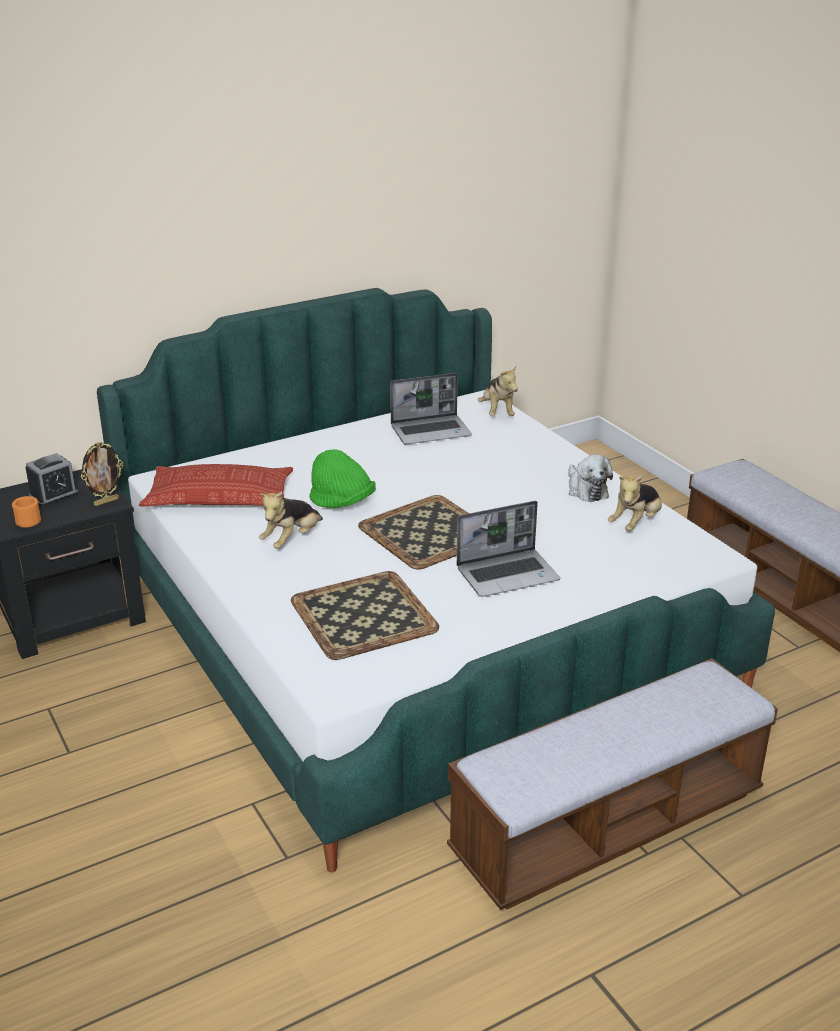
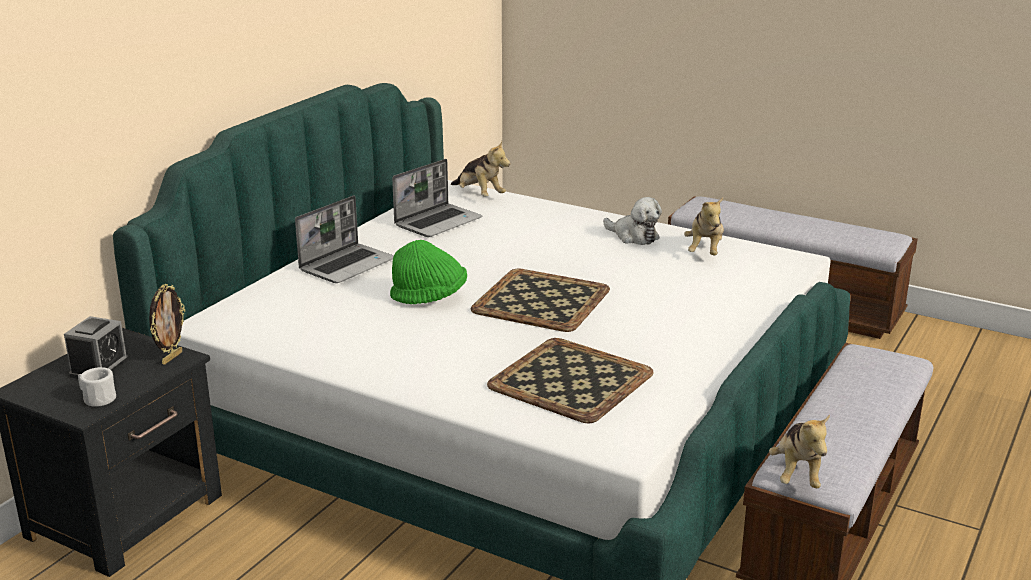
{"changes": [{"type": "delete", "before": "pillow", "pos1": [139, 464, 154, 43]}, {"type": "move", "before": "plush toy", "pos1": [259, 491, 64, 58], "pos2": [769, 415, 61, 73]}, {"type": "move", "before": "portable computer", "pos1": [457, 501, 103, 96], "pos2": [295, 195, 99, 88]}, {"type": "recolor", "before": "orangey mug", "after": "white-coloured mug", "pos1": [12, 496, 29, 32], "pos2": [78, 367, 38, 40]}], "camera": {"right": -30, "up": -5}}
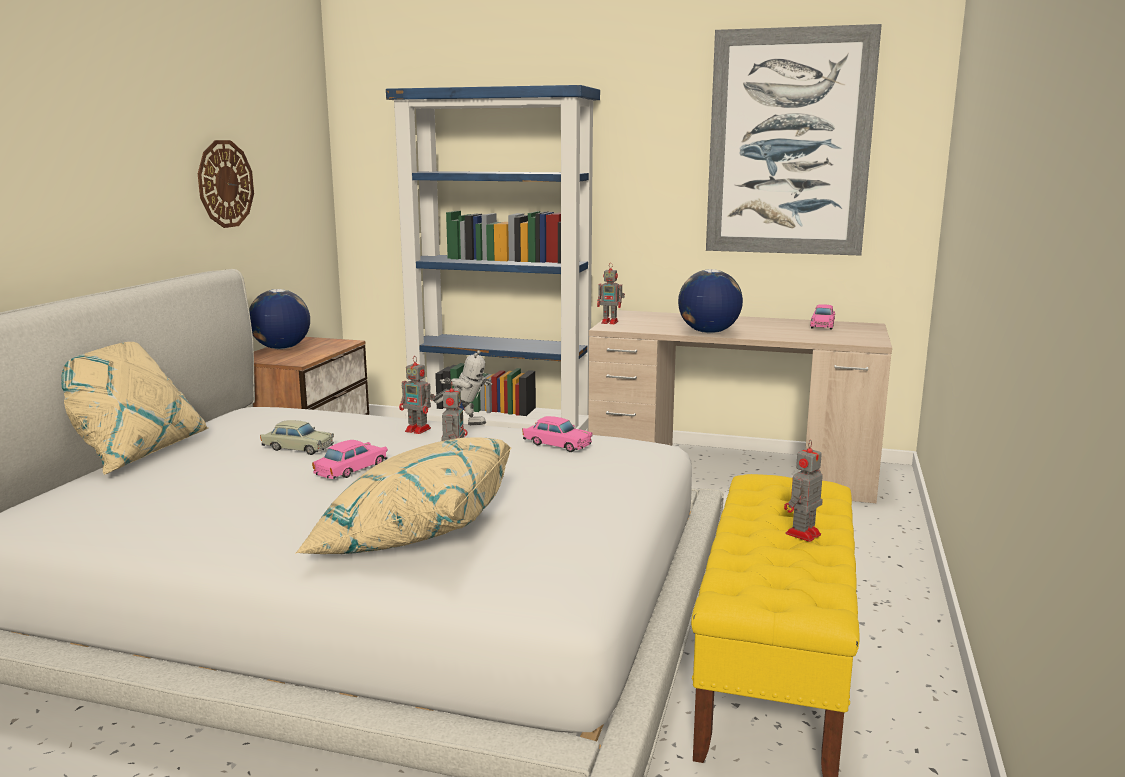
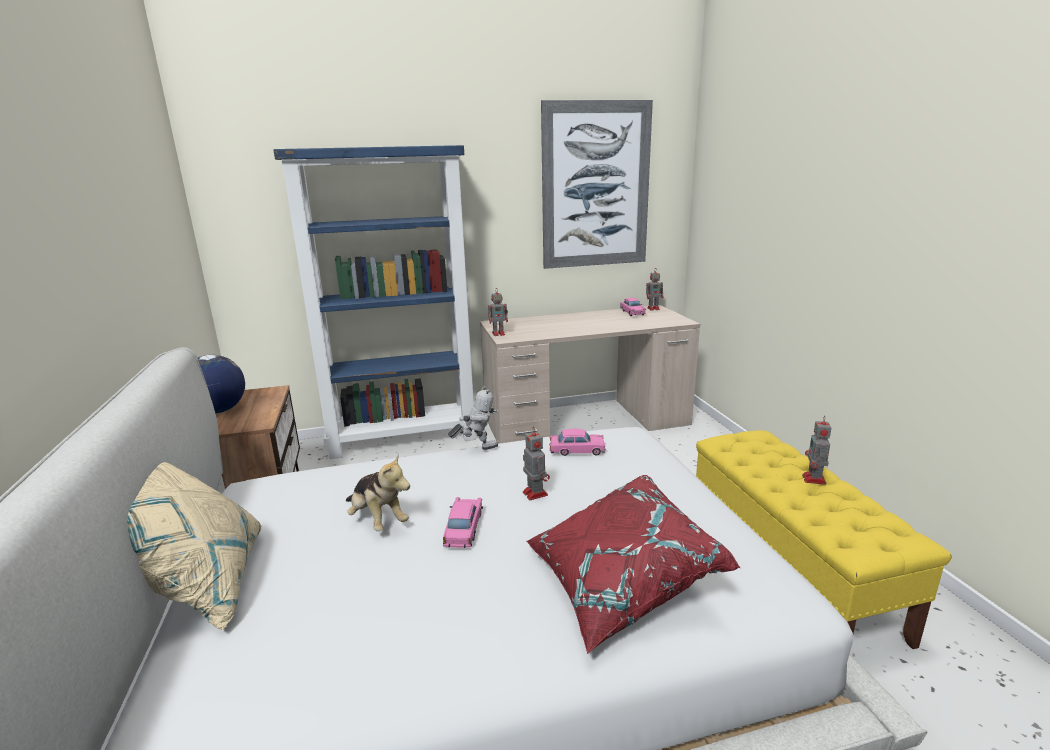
{"changes": [{"type": "delete", "before": "wall clock", "pos1": [198, 140, 56, 88]}, {"type": "delete", "before": "world globe", "pos1": [678, 269, 65, 64]}, {"type": "move", "before": "model robot", "pos1": [399, 356, 36, 78], "pos2": [646, 269, 17, 41]}, {"type": "replace", "before": "sand-coloured toy car", "after": "plush toy", "pos1": [260, 420, 74, 35], "pos2": [346, 454, 64, 77]}, {"type": "recolor", "before": "sand-coloured pillow", "after": "reddish pillow", "pos1": [295, 437, 216, 117], "pos2": [527, 475, 213, 179]}], "camera": {"right": -30, "up": 5}}
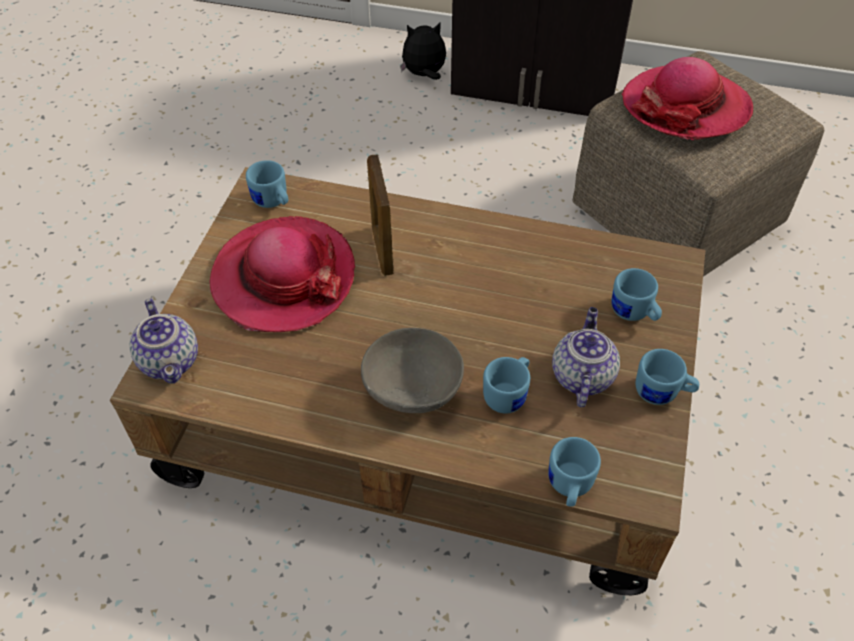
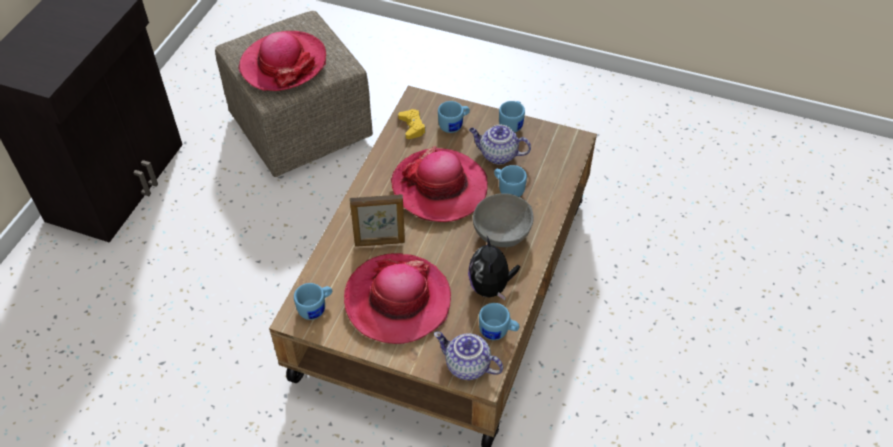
{"changes": [{"type": "insert", "after": "clothing hat", "pos2": [391, 146, 97, 76]}, {"type": "insert", "after": "yellow-coloured joypad", "pos2": [398, 109, 28, 30]}, {"type": "move", "before": "plush toy", "pos1": [400, 23, 46, 57], "pos2": [468, 236, 52, 64]}, {"type": "move", "before": "bluish mug", "pos1": [548, 437, 53, 70], "pos2": [479, 303, 40, 37]}, {"type": "rotate", "before": "teapot", "pos1": [129, 299, 69, 85], "pos2": [434, 332, 69, 48], "turn": -135}], "camera": {"right": -85, "up": 0}}
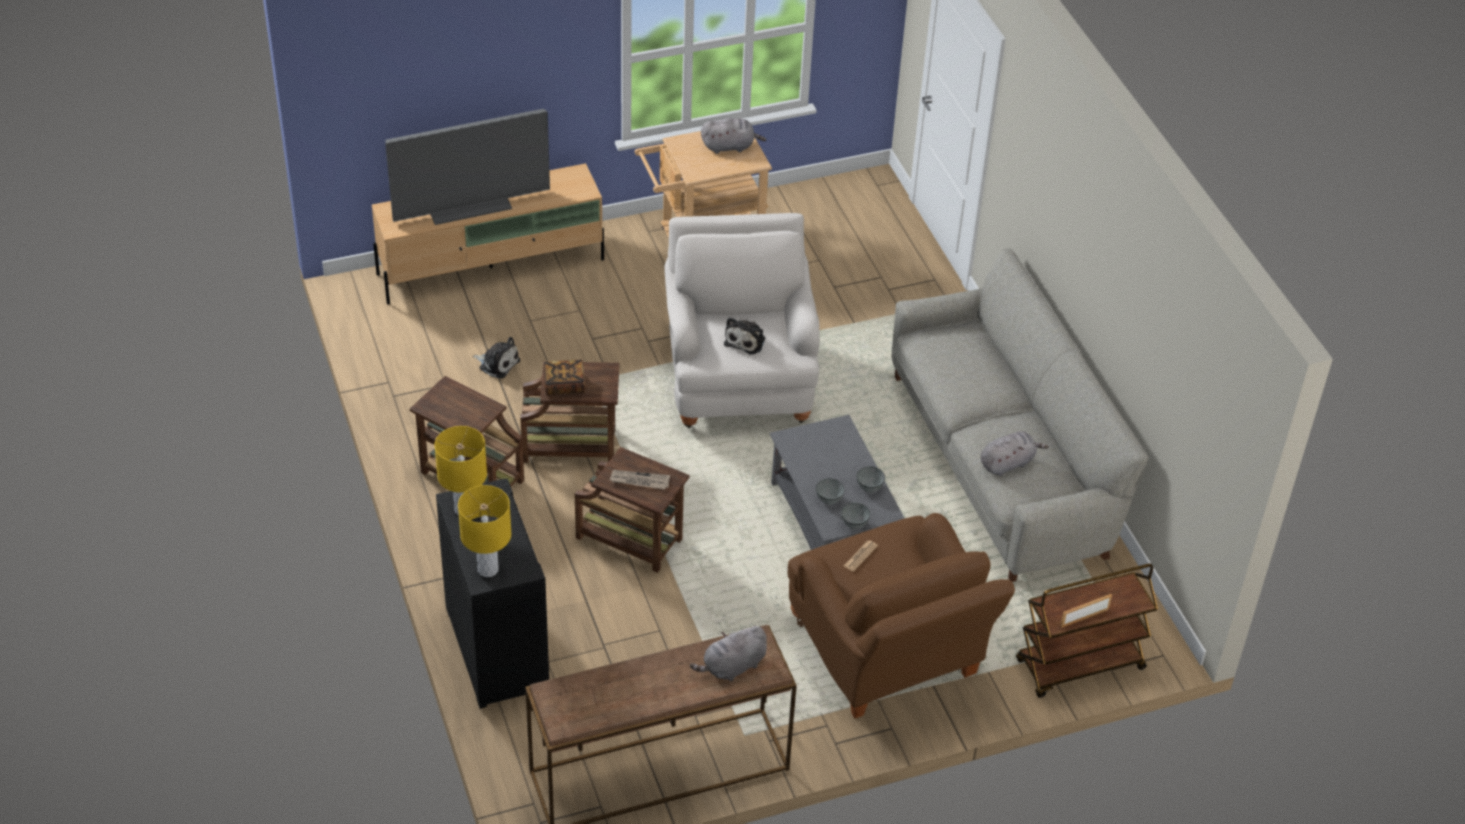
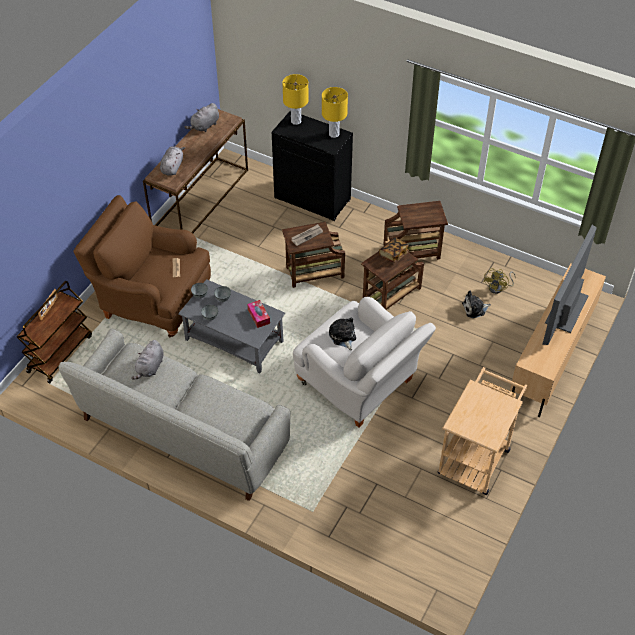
{"changes": [{"type": "insert", "after": "tissue holder", "pos2": [247, 300, 23, 28]}, {"type": "insert", "after": "yellow-coloured cooling fan", "pos2": [484, 268, 32, 26]}, {"type": "move", "before": "gray plush toy", "pos1": [701, 118, 65, 36], "pos2": [185, 103, 34, 29]}], "camera": {"right": 140, "up": 5}}
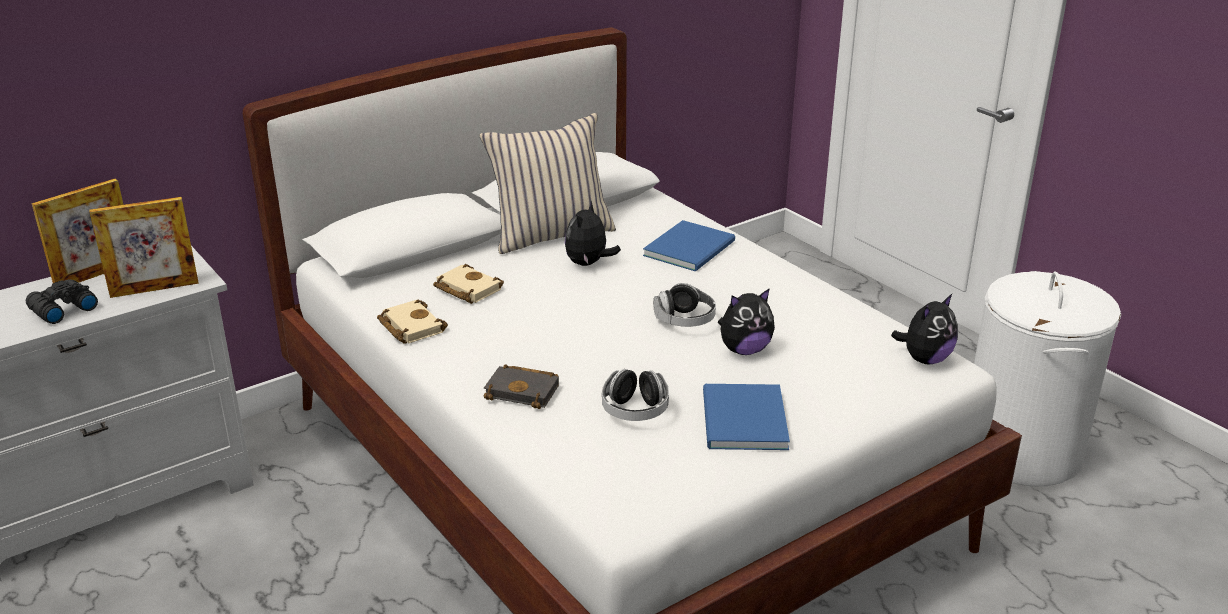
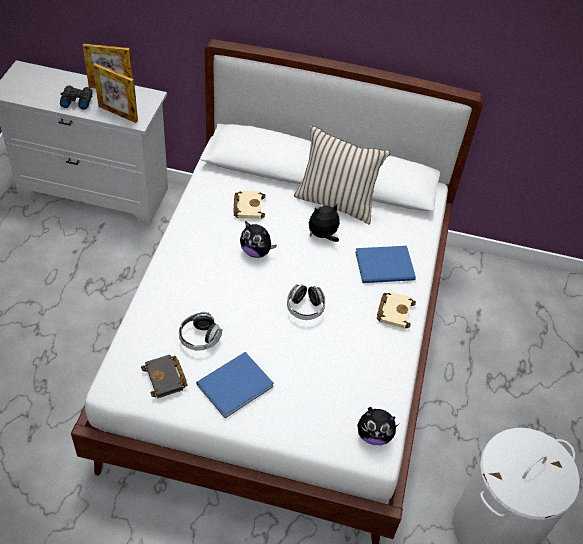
{"changes": [{"type": "move", "before": "sand-coloured volume", "pos1": [377, 300, 71, 44], "pos2": [377, 291, 39, 38]}, {"type": "move", "before": "blackish volume", "pos1": [484, 364, 75, 45], "pos2": [141, 355, 47, 43]}, {"type": "move", "before": "plush toy", "pos1": [718, 288, 57, 67], "pos2": [240, 221, 37, 37]}], "camera": {"right": 45, "up": 20}}
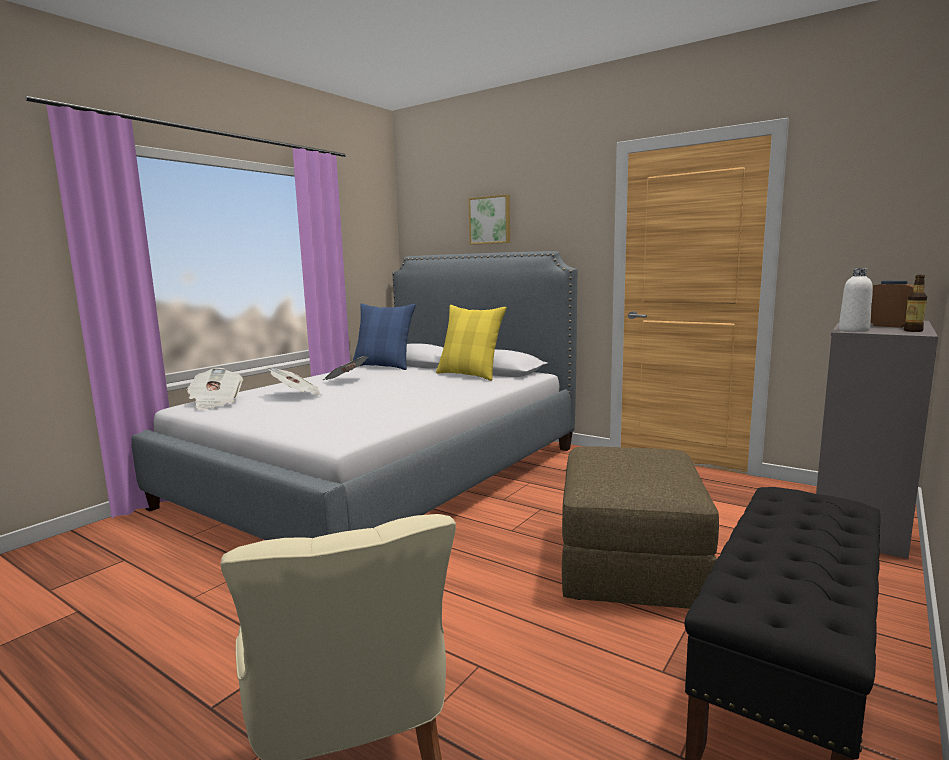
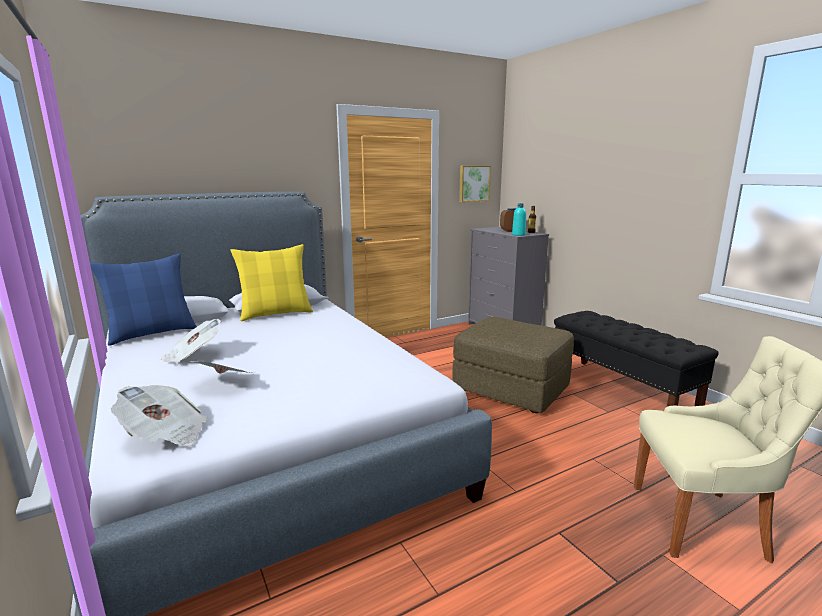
{"changes": [{"type": "move", "before": "wall art", "pos1": [468, 194, 42, 51], "pos2": [459, 166, 32, 36]}, {"type": "recolor", "before": "white-coloured bottle", "after": "turquoise-coloured bottle", "pos1": [839, 268, 34, 64], "pos2": [512, 203, 14, 33]}], "camera": {"right": -65, "up": 5}}
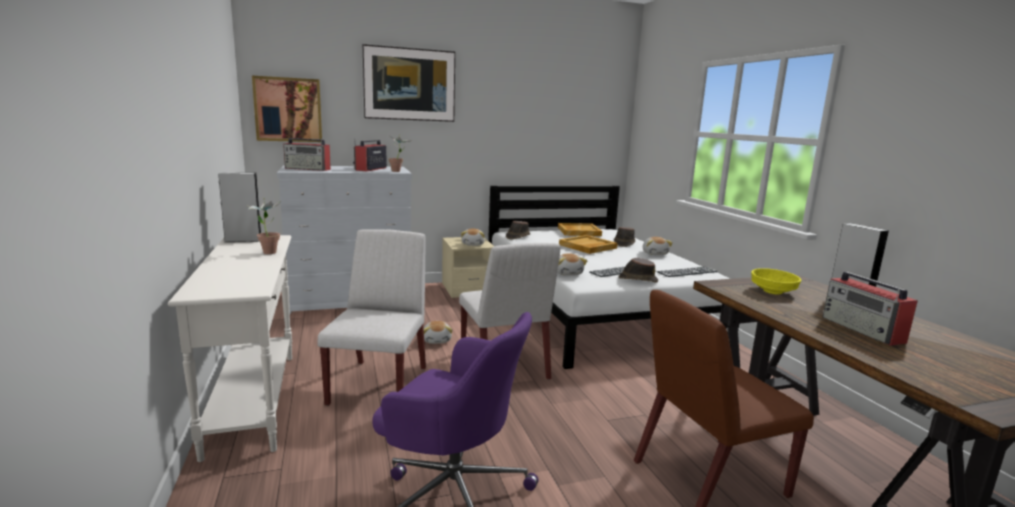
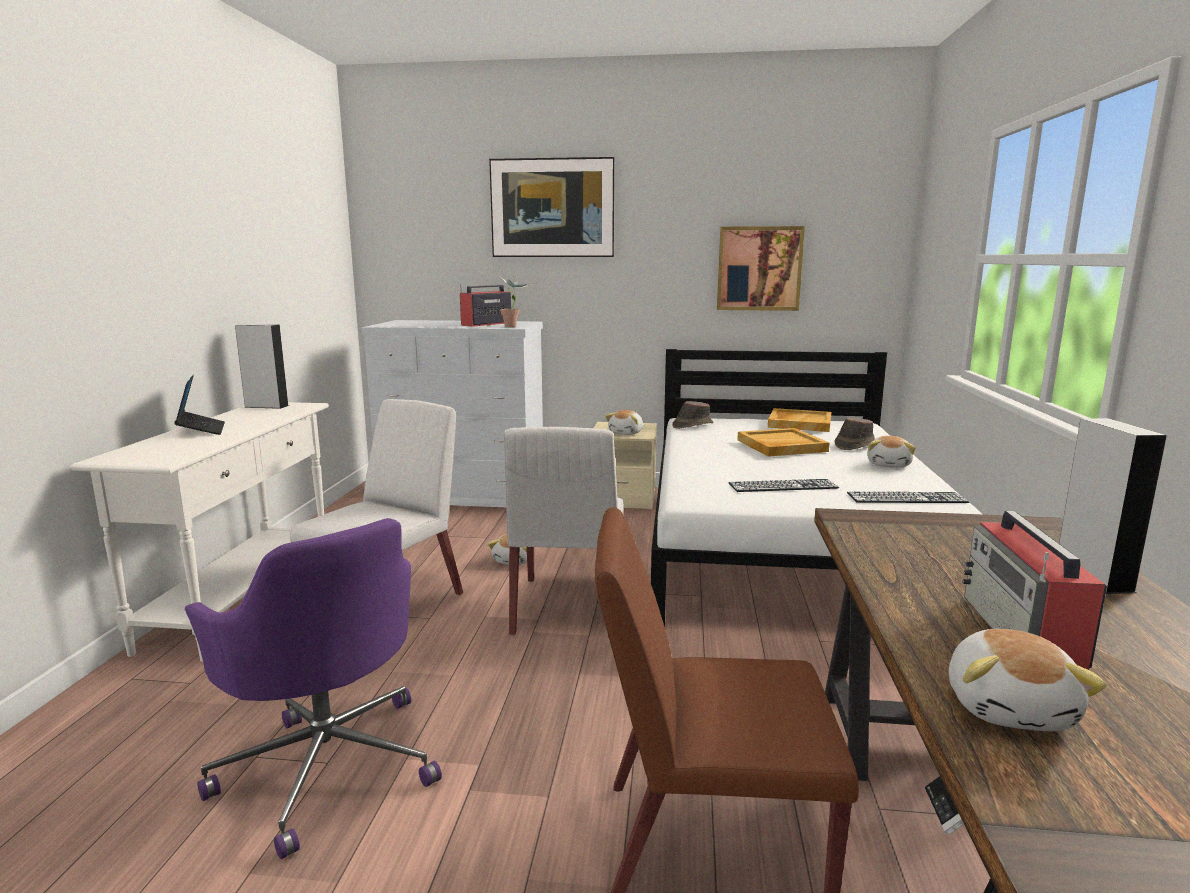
{"changes": [{"type": "delete", "before": "plant in a pot", "pos1": [248, 198, 34, 56]}, {"type": "delete", "before": "radio", "pos1": [283, 138, 48, 33]}, {"type": "delete", "before": "brown clothing hat", "pos1": [618, 258, 40, 25]}, {"type": "delete", "before": "yellow-coloured serving bowl", "pos1": [751, 268, 51, 27]}, {"type": "insert", "after": "portable computer", "pos2": [174, 375, 51, 60]}, {"type": "move", "before": "wall art", "pos1": [252, 76, 70, 66], "pos2": [717, 226, 88, 85]}, {"type": "move", "before": "plush toy", "pos1": [557, 253, 30, 23], "pos2": [949, 629, 158, 102]}], "camera": {"right": 25, "up": 0}}
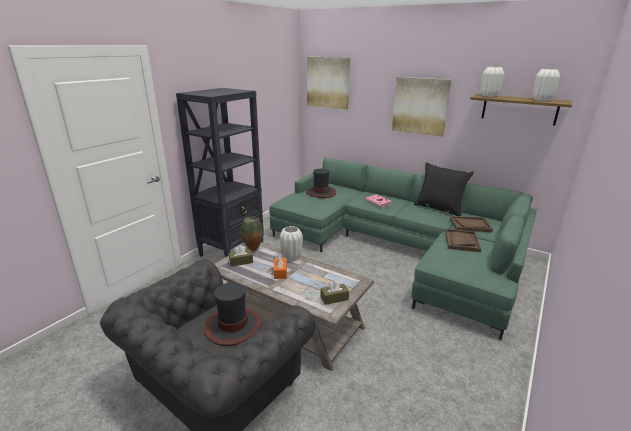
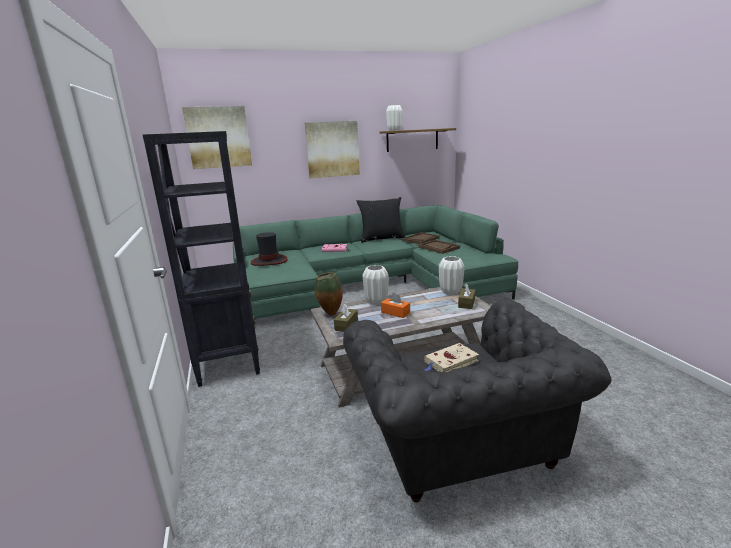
{"changes": [{"type": "move", "before": "white-coloured decorative vase", "pos1": [533, 69, 27, 32], "pos2": [439, 256, 26, 39]}, {"type": "replace", "before": "clothing hat", "after": "sand-coloured volume", "pos1": [204, 282, 58, 64], "pos2": [424, 343, 55, 29]}], "camera": {"right": -50, "up": -5}}
